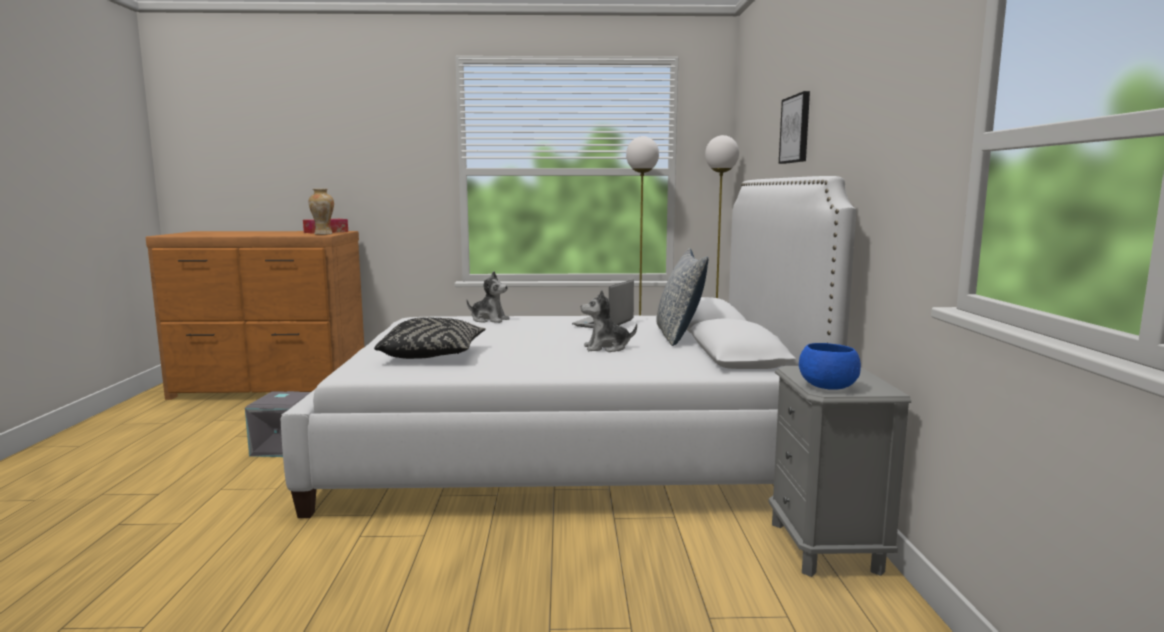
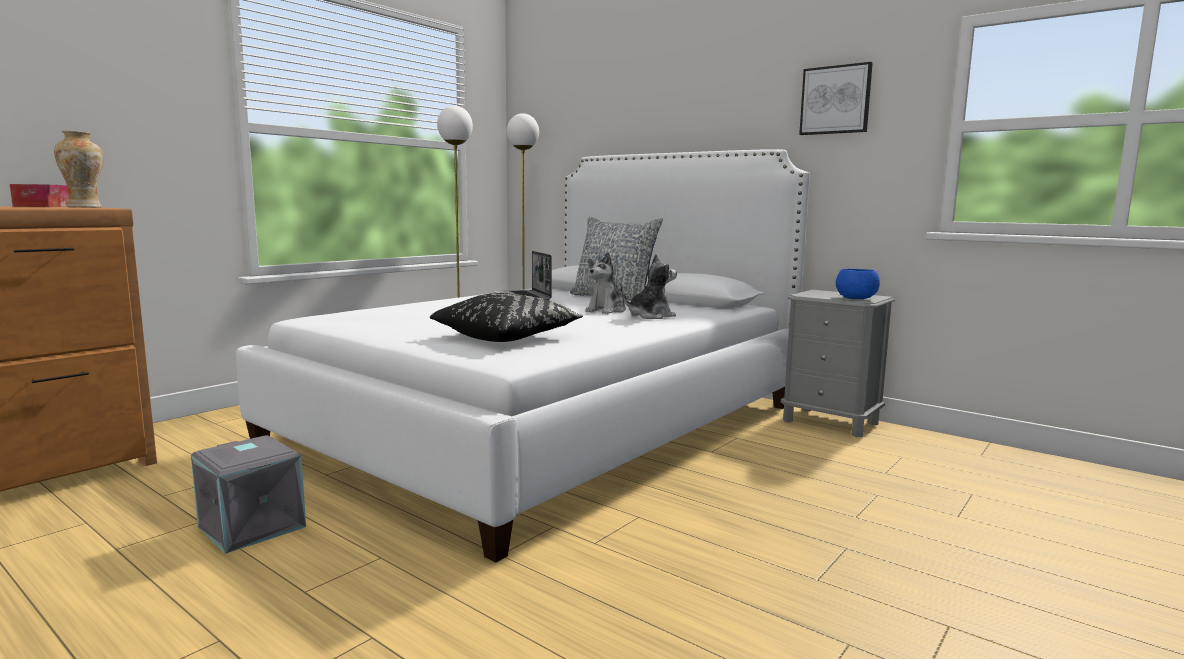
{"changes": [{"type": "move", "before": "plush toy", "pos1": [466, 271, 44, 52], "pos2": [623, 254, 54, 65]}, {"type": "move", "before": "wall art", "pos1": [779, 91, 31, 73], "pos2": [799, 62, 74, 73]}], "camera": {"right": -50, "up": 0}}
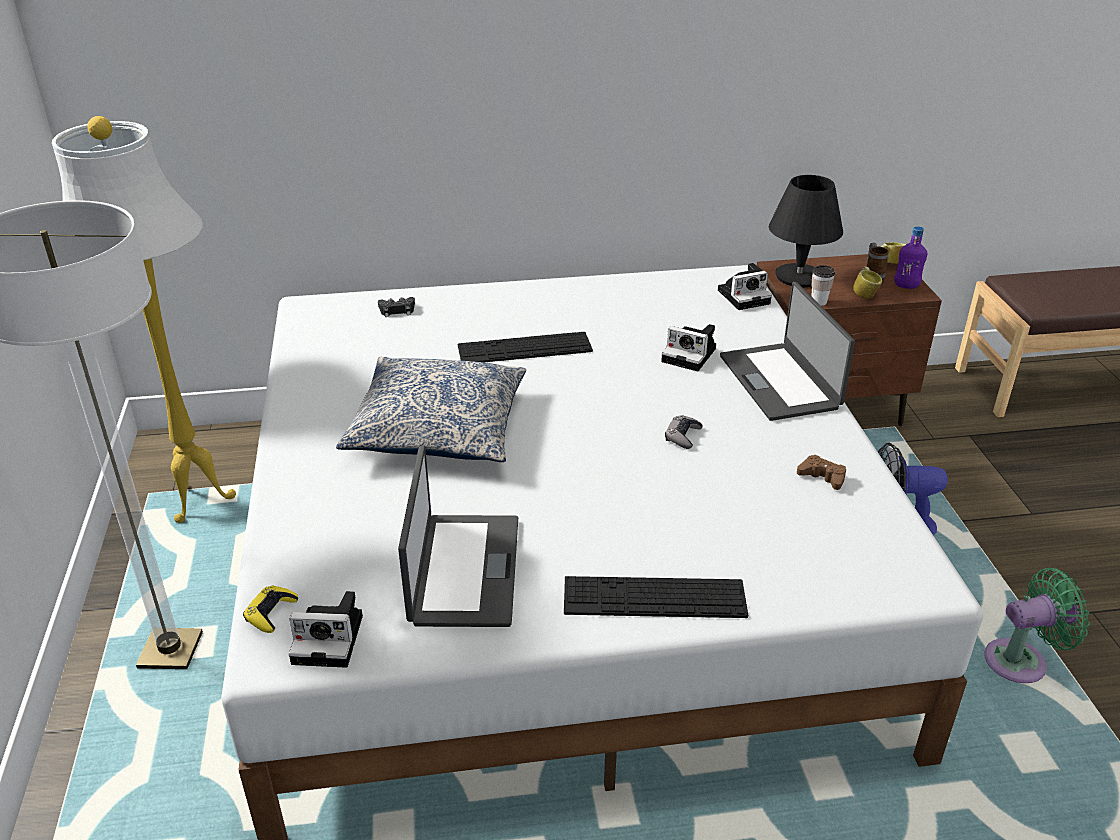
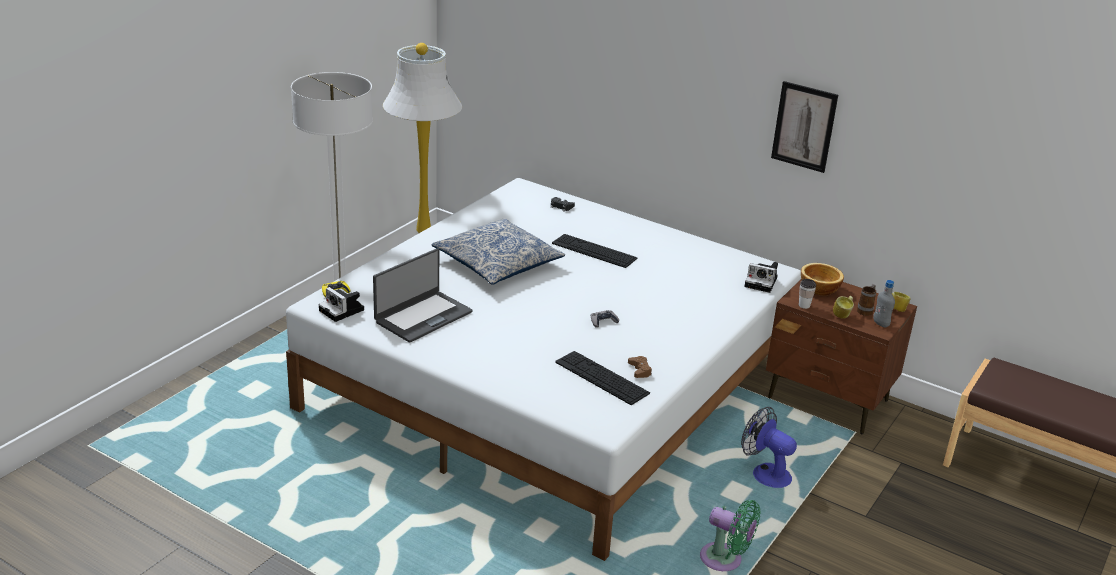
{"changes": [{"type": "delete", "before": "photo camera", "pos1": [661, 324, 55, 48]}, {"type": "delete", "before": "portable computer", "pos1": [720, 282, 135, 139]}, {"type": "insert", "after": "wall art", "pos2": [771, 81, 67, 92]}, {"type": "move", "before": "keyboard", "pos1": [564, 576, 184, 42], "pos2": [555, 351, 95, 54]}, {"type": "replace", "before": "blackish table lamp", "after": "serving bowl", "pos1": [769, 175, 74, 112], "pos2": [801, 263, 43, 32]}, {"type": "recolor", "before": "purple bottle", "after": "gray bottle", "pos1": [894, 226, 33, 63], "pos2": [873, 280, 22, 48]}], "camera": {"right": 40, "up": -5}}
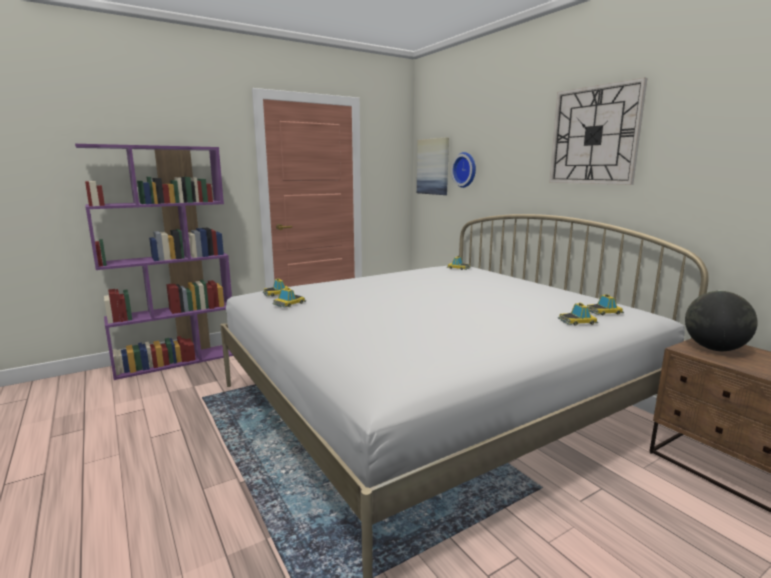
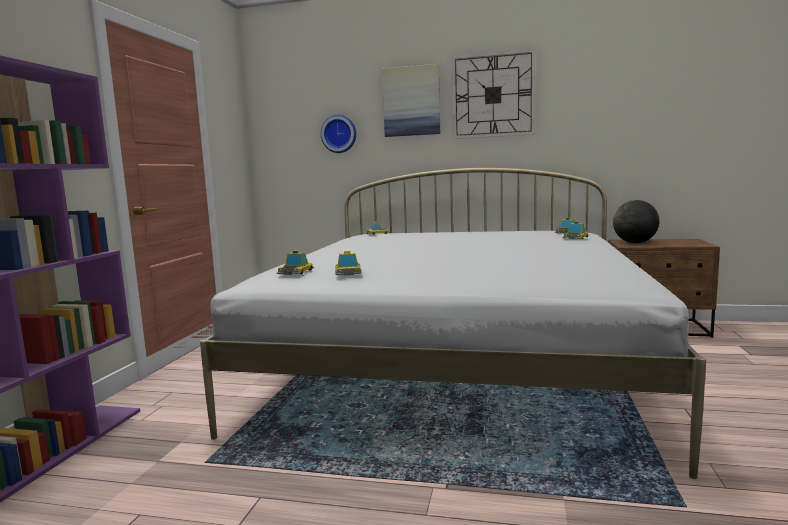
{"changes": [{"type": "move", "before": "wall art", "pos1": [417, 137, 32, 58], "pos2": [382, 64, 58, 73]}], "camera": {"right": -45, "up": -5}}
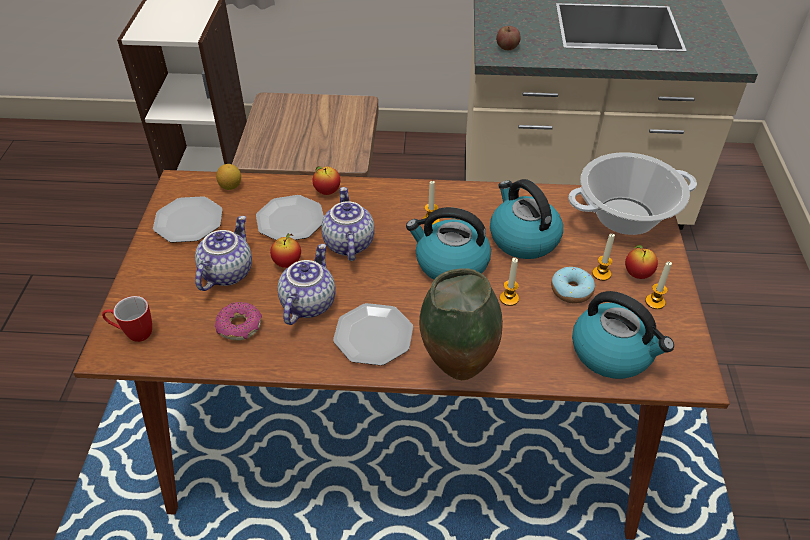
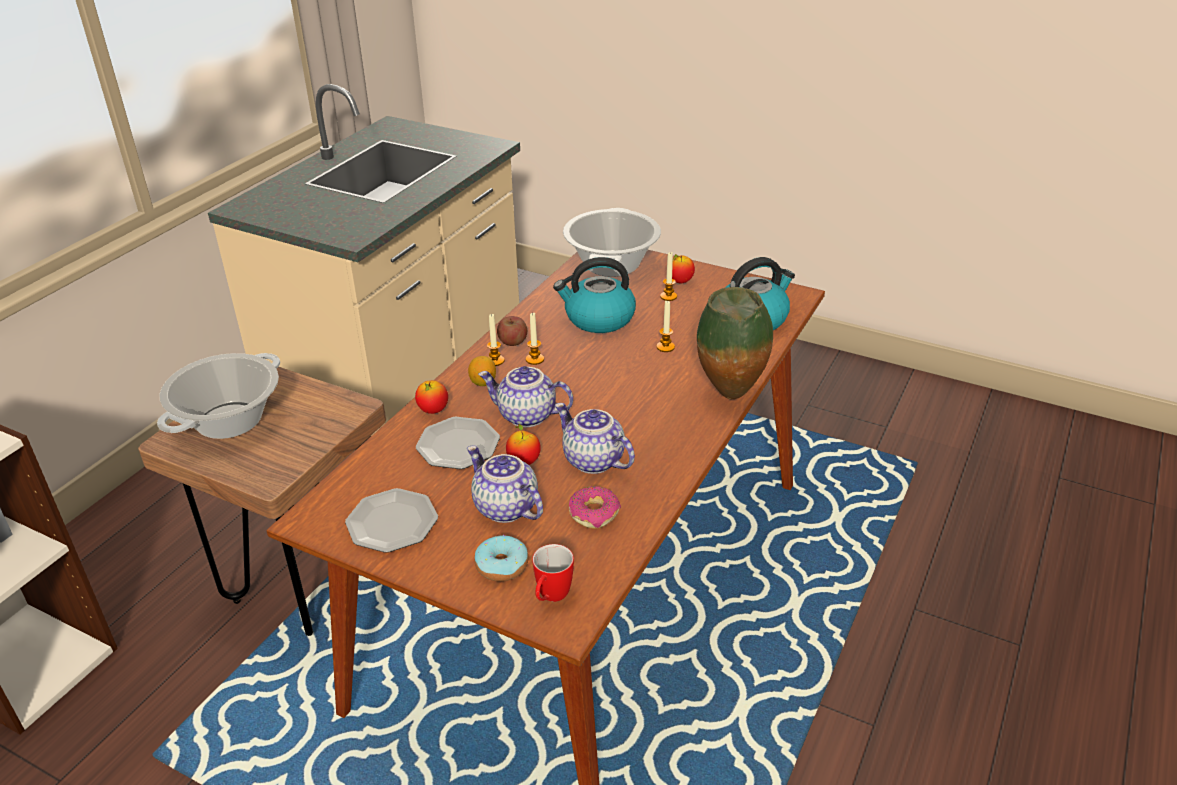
{"changes": [{"type": "delete", "before": "plate", "pos1": [333, 303, 80, 63]}, {"type": "delete", "before": "water kettle", "pos1": [406, 207, 85, 73]}, {"type": "insert", "after": "stockpot", "pos2": [157, 353, 123, 86]}, {"type": "move", "before": "whole lemon", "pos1": [216, 164, 25, 26], "pos2": [468, 356, 28, 30]}, {"type": "move", "before": "apple", "pos1": [496, 26, 25, 24], "pos2": [497, 316, 30, 30]}, {"type": "move", "before": "ring doughnut", "pos1": [551, 267, 44, 37], "pos2": [474, 535, 55, 47]}, {"type": "move", "before": "wax light", "pos1": [645, 262, 27, 47], "pos2": [487, 314, 17, 52]}], "camera": {"right": -65, "up": -10}}
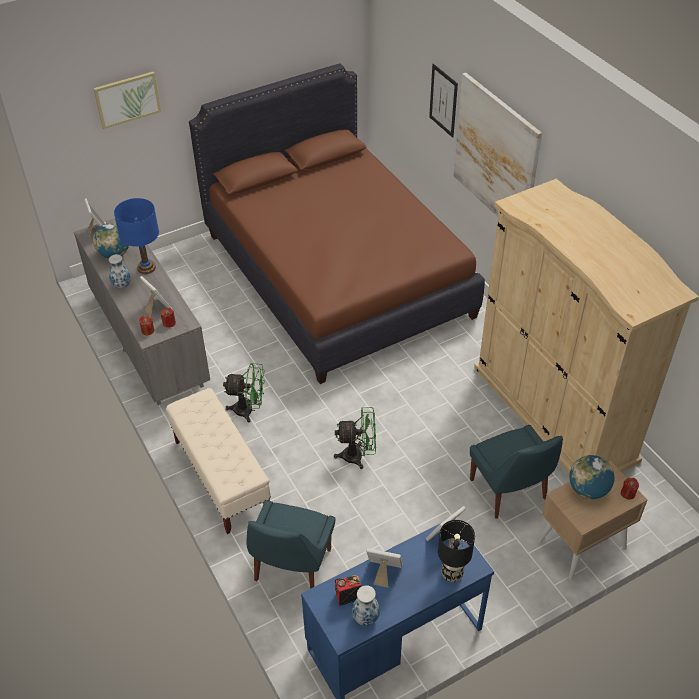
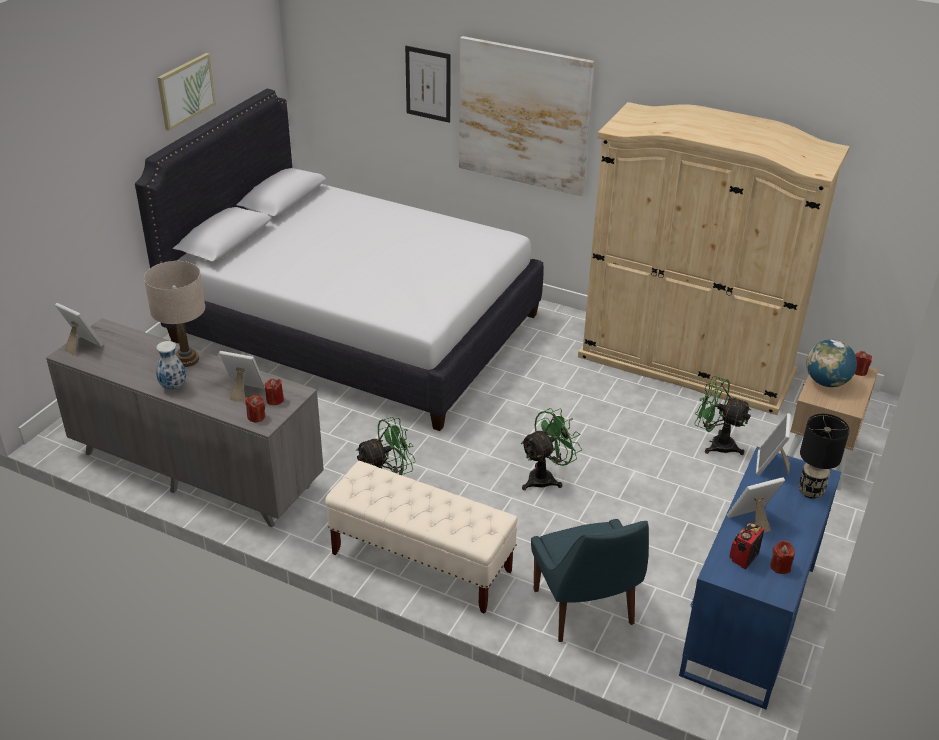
{"changes": [{"type": "delete", "before": "world globe", "pos1": [93, 223, 36, 35]}, {"type": "move", "before": "wall art", "pos1": [93, 72, 68, 57], "pos2": [157, 53, 59, 78]}, {"type": "replace", "before": "decorative vase", "after": "reddish wax light", "pos1": [352, 585, 28, 41], "pos2": [770, 541, 25, 33]}, {"type": "replace", "before": "bluish chair", "after": "green-coloured cooling fan", "pos1": [470, 425, 93, 94], "pos2": [694, 376, 57, 79]}, {"type": "recolor", "before": "bluish table lamp", "after": "sand-coloured table lamp", "pos1": [114, 198, 45, 76], "pos2": [144, 261, 61, 106]}, {"type": "recolor", "before": "brown bedroom bed", "after": "white-coloured bedroom bed", "pos1": [189, 63, 296, 321], "pos2": [135, 89, 409, 342]}], "camera": {"right": -35, "up": -10}}
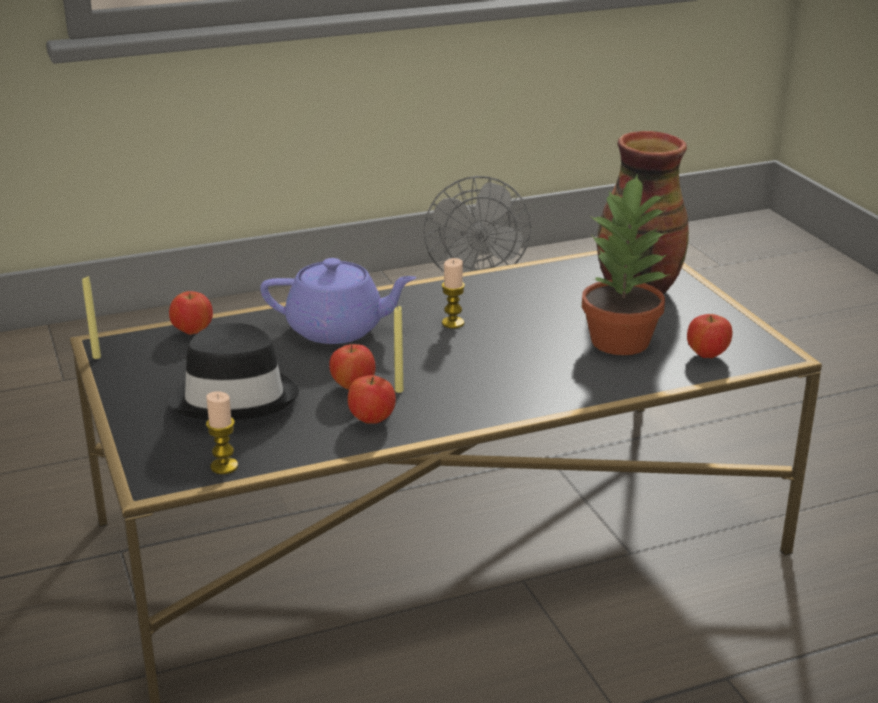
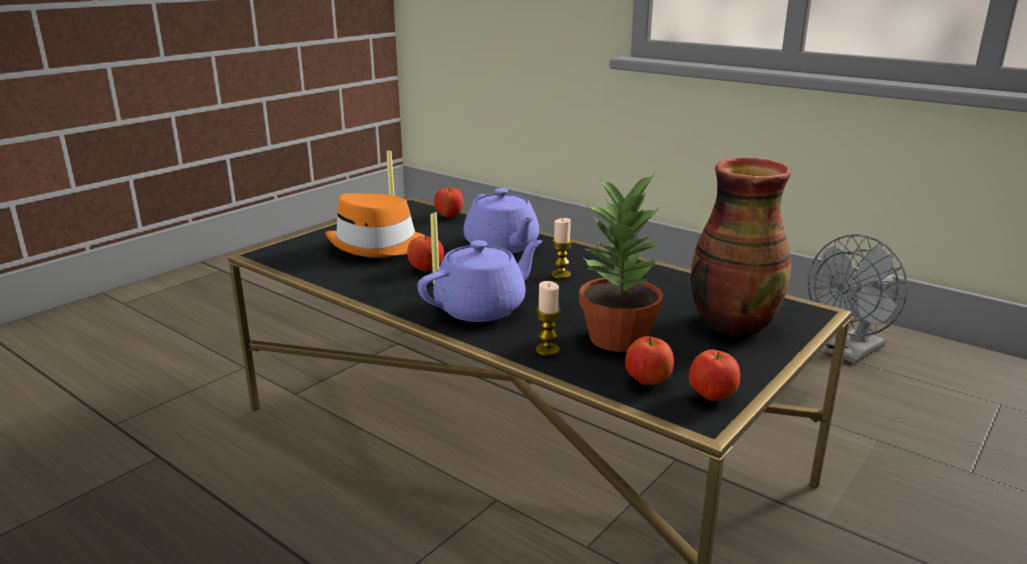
{"changes": [{"type": "insert", "after": "purple teapot", "pos2": [417, 240, 125, 82]}, {"type": "move", "before": "wax light", "pos1": [206, 391, 32, 83], "pos2": [536, 281, 25, 75]}, {"type": "move", "before": "apple", "pos1": [348, 375, 48, 49], "pos2": [689, 350, 51, 51]}, {"type": "recolor", "before": "blackish clothing hat", "after": "orangey clothing hat", "pos1": [169, 323, 130, 97], "pos2": [325, 193, 100, 65]}], "camera": {"right": 60, "up": -5}}
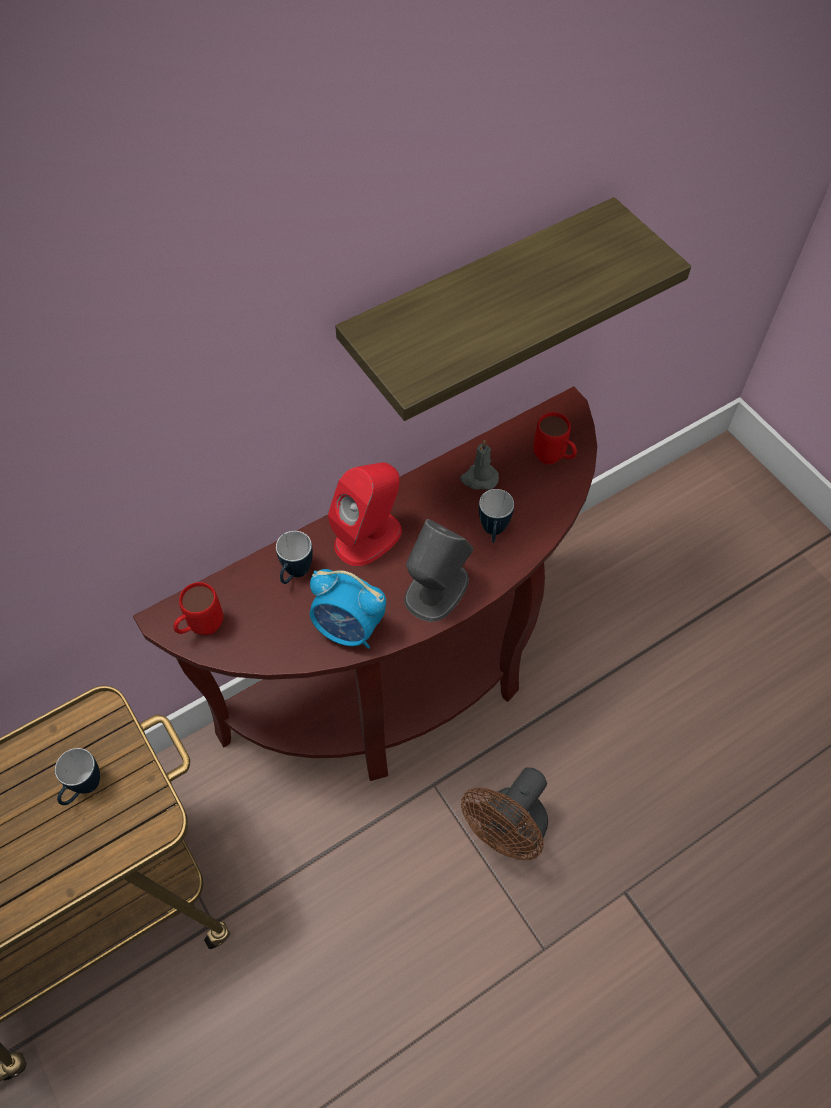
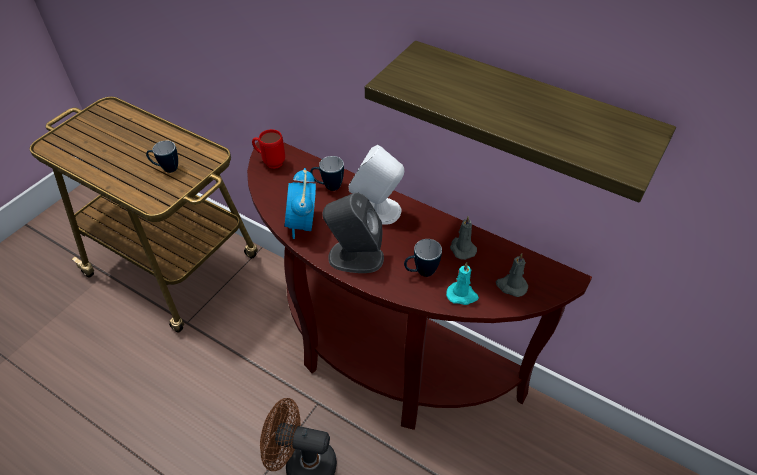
{"changes": [{"type": "insert", "after": "turquoise-coloured wax light", "pos2": [446, 262, 33, 43]}, {"type": "replace", "before": "reddish mug", "after": "gray wax light", "pos1": [533, 412, 44, 52], "pos2": [496, 253, 32, 44]}, {"type": "recolor", "before": "reddish speaker", "after": "white-coloured speaker", "pos1": [328, 462, 74, 104], "pos2": [348, 145, 56, 80]}], "camera": {"right": 65, "up": -10}}
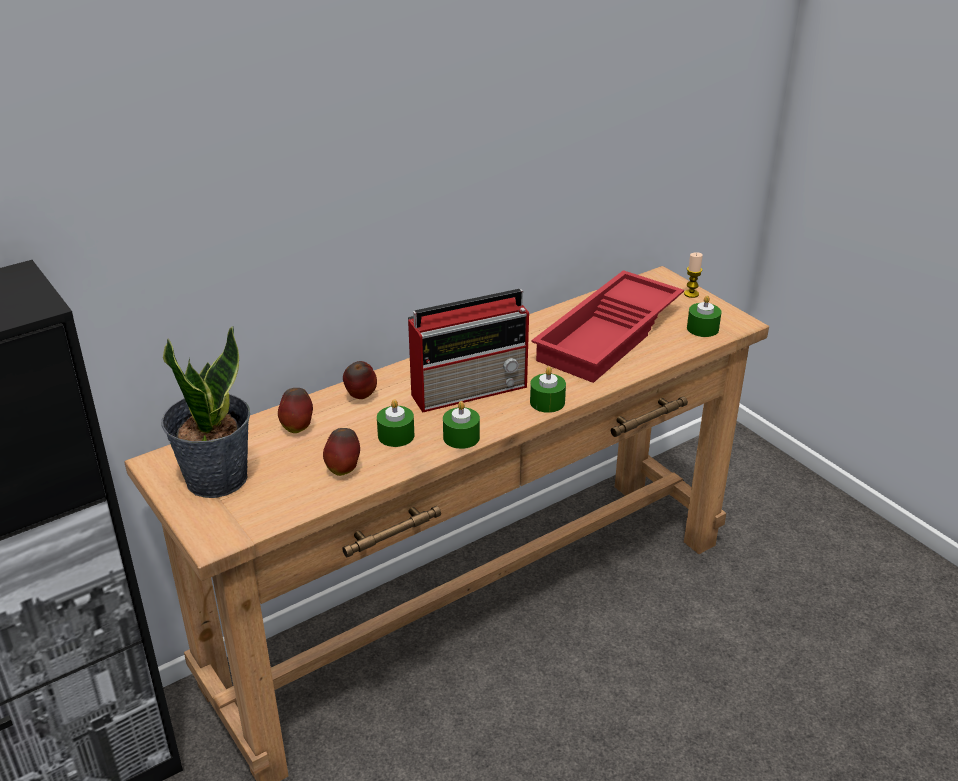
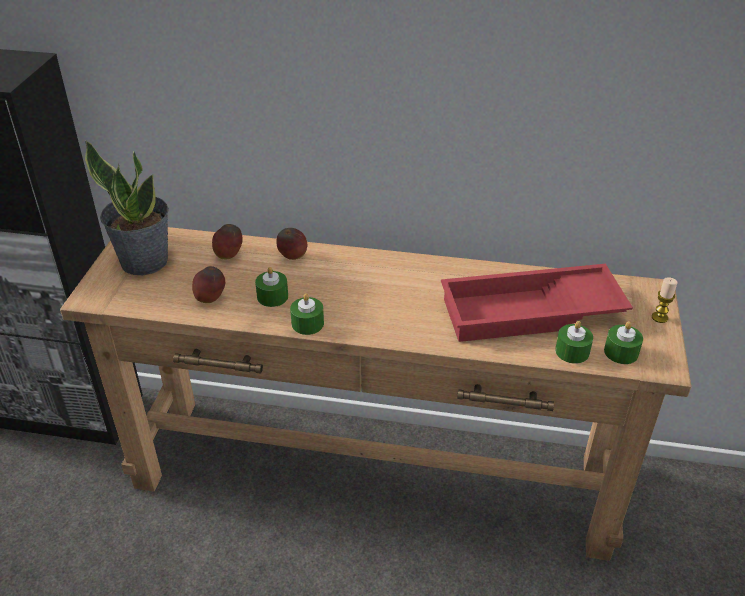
{"changes": [{"type": "delete", "before": "radio", "pos1": [408, 289, 121, 124]}, {"type": "move", "before": "green-coloured wax light", "pos1": [530, 367, 36, 46], "pos2": [555, 321, 38, 43]}], "camera": {"right": 45, "up": 5}}
